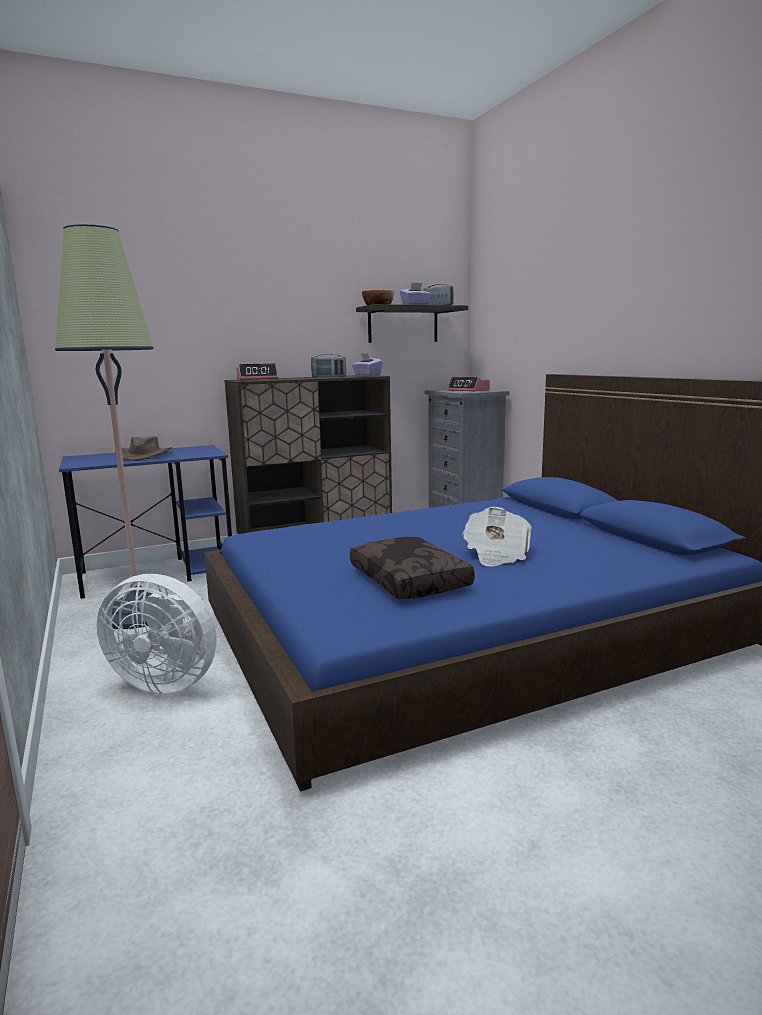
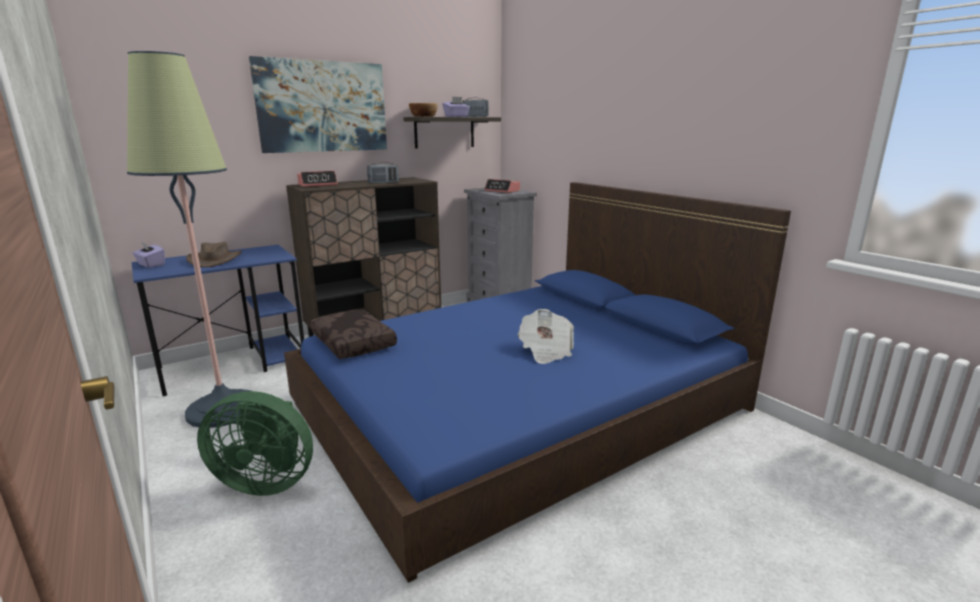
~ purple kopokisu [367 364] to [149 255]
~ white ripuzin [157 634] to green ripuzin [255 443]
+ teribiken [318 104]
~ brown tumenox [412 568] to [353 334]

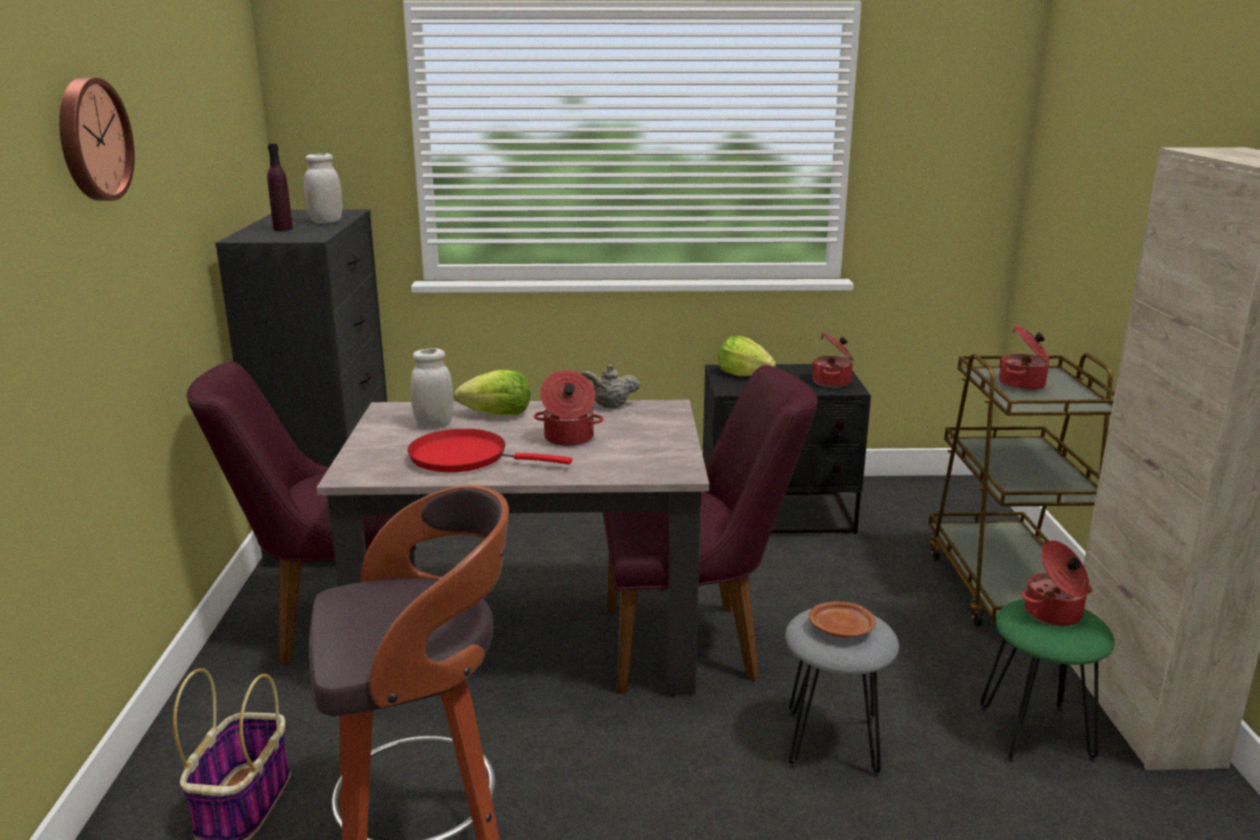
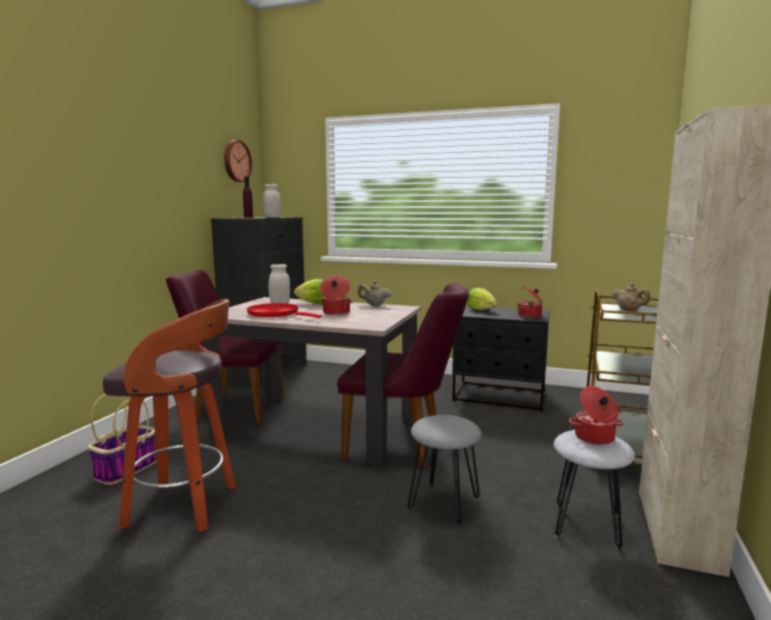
~ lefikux [97 139] to [238 161]
~ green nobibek [1047 681] to grey nobibek [594 490]
~ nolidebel [1024 357] to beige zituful [631 297]
- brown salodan [842 619]

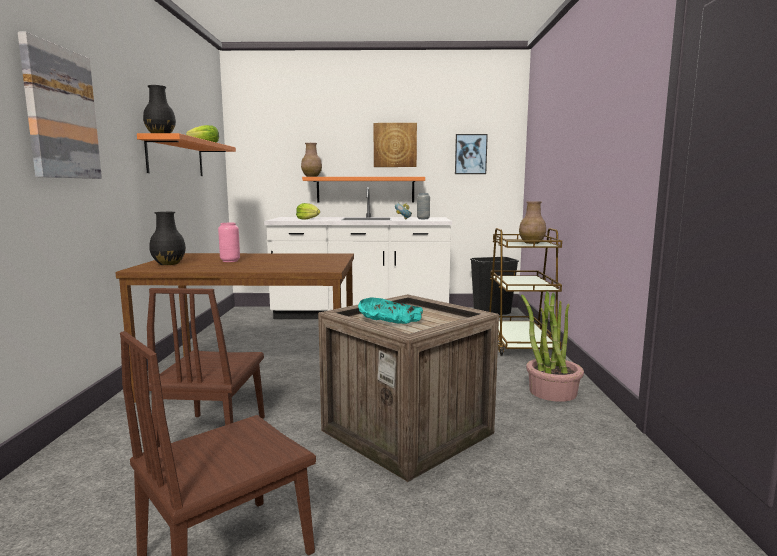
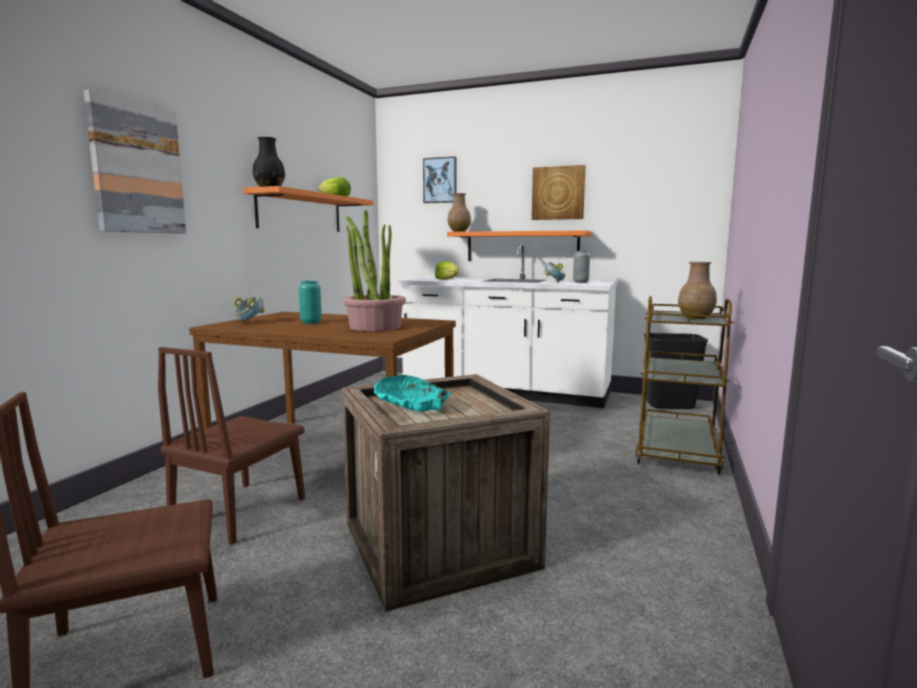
~ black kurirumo [167 238] to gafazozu [249 309]
~ pink kurirumo [229 242] to turquoise kurirumo [310 302]
~ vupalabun [552 346] to [375 270]
~ teribiken [471 154] to [439 179]

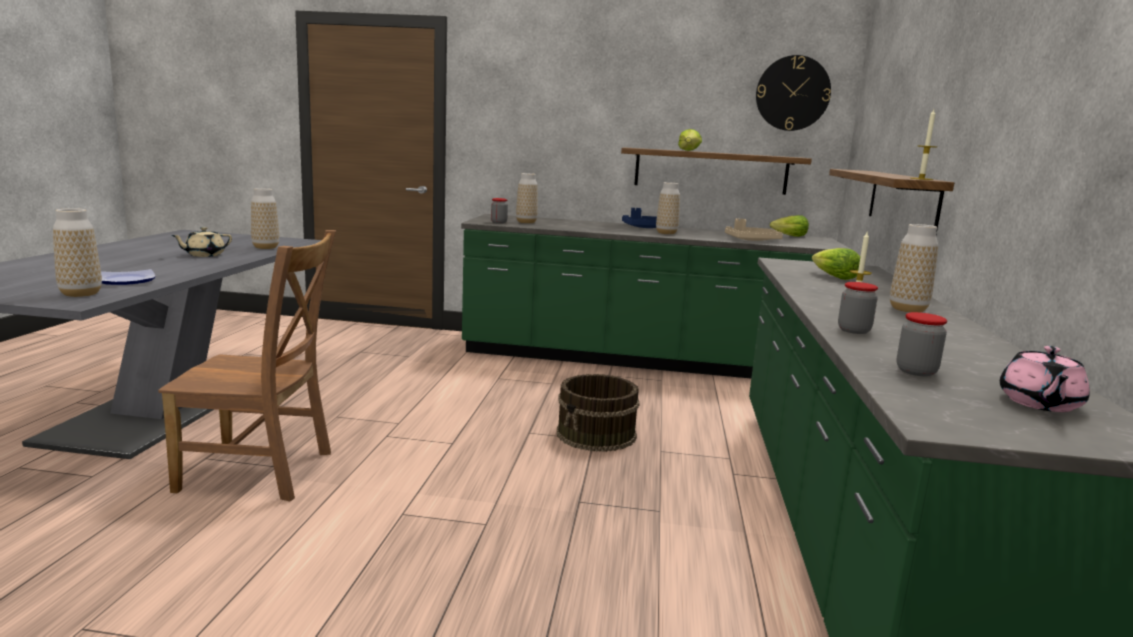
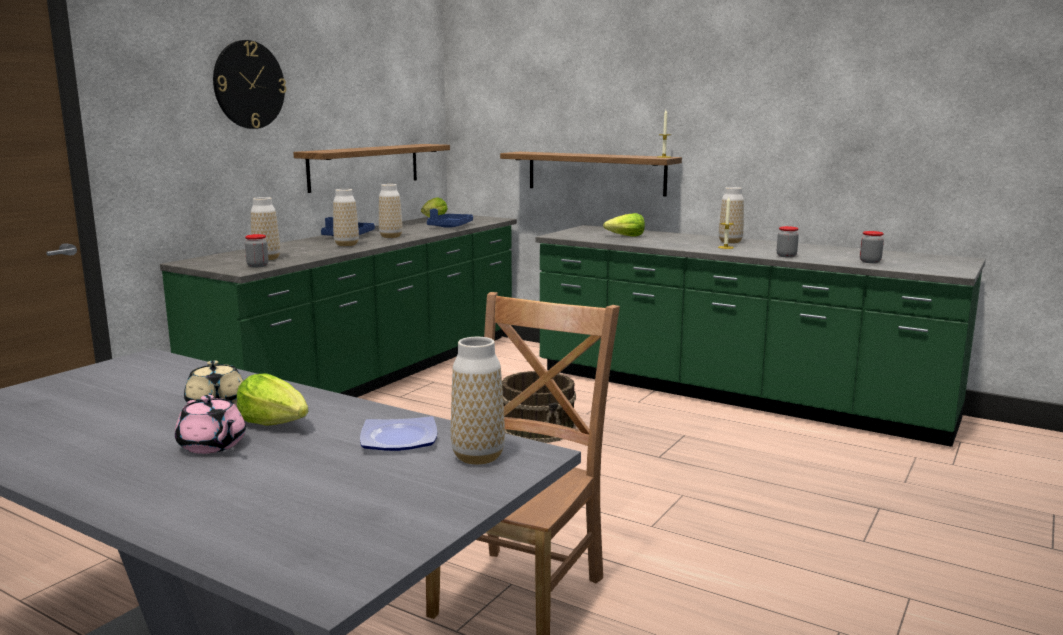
~ pink zituful [1045 379] to [210 424]
~ lefikux [793 93] to [249 84]
~ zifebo [690 140] to [273 399]
~ kurirumo [265 218] to [346 217]
~ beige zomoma [754 229] to blue zomoma [450 218]

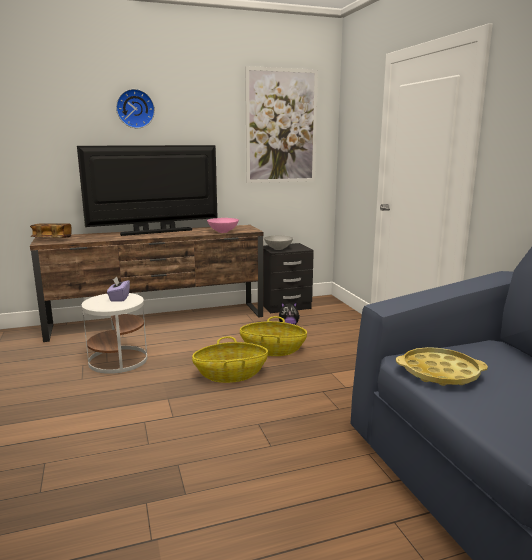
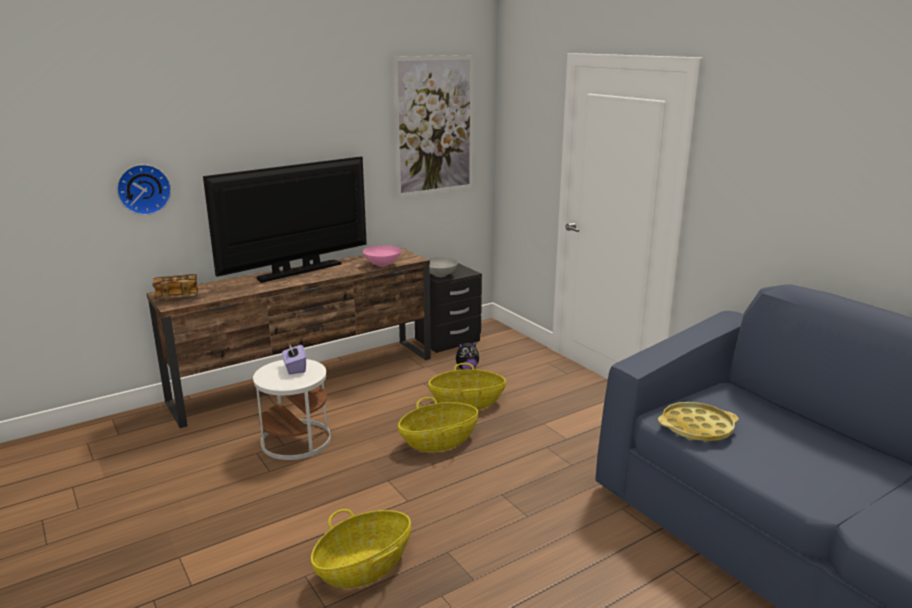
~ lefikux [135 108] to [144 189]
+ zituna [361 548]

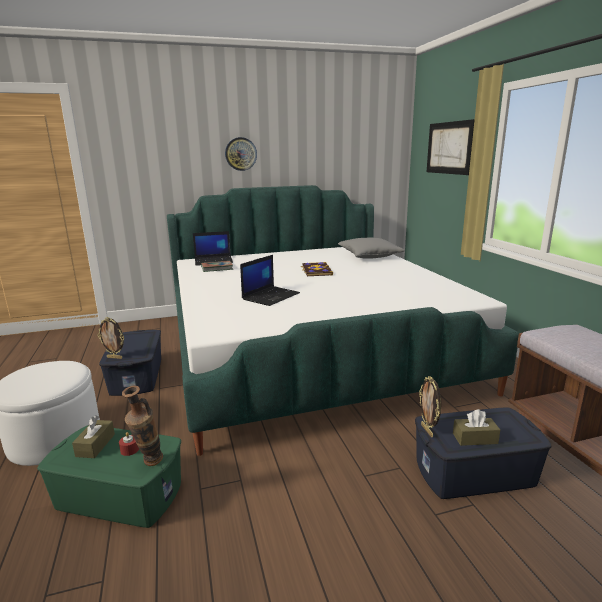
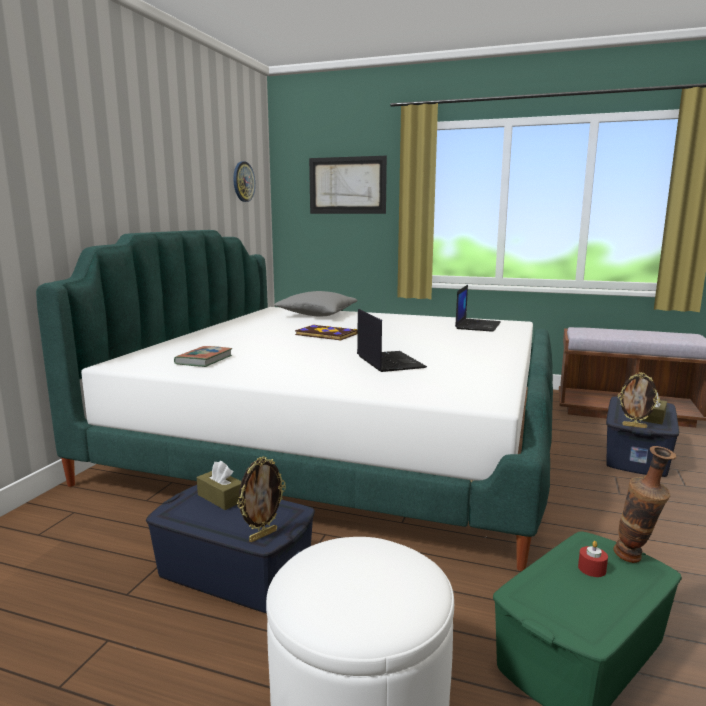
~ brown kopokisu [93 436] to [219 485]
~ lefikux [241 154] to [244 181]
~ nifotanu [213 248] to [478 308]

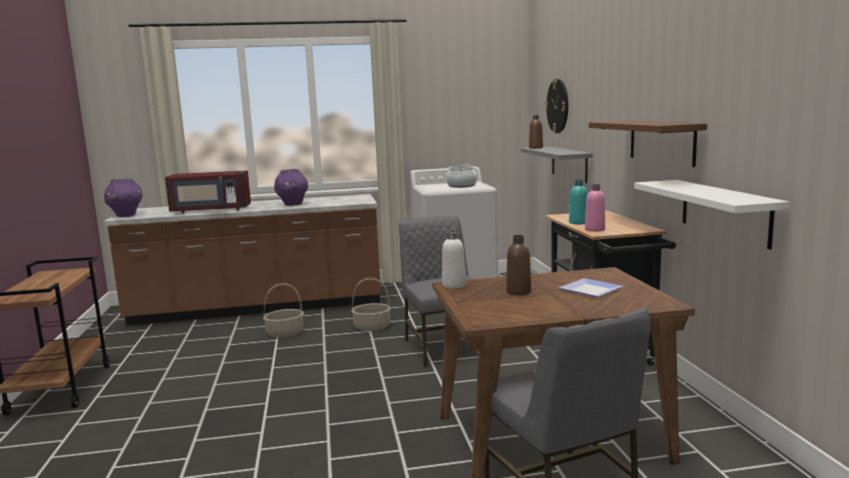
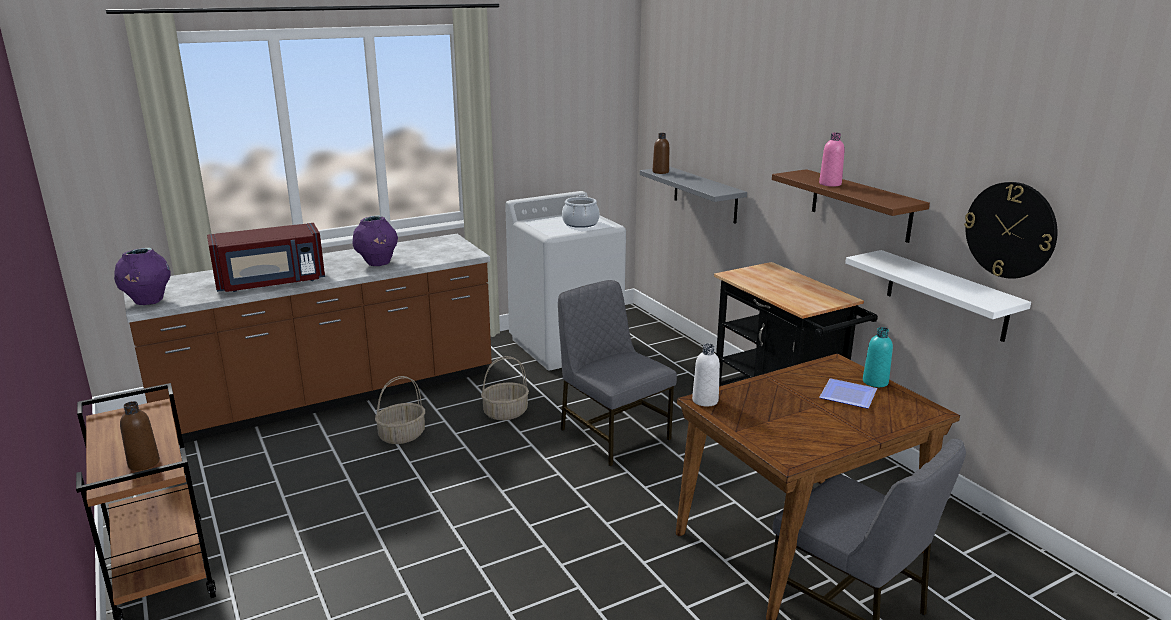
~ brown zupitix [518 265] to [140 436]
~ pink zupitix [595 208] to [832 160]
~ turquoise zupitix [578 202] to [878 357]
~ lefikux [556 106] to [1010 230]

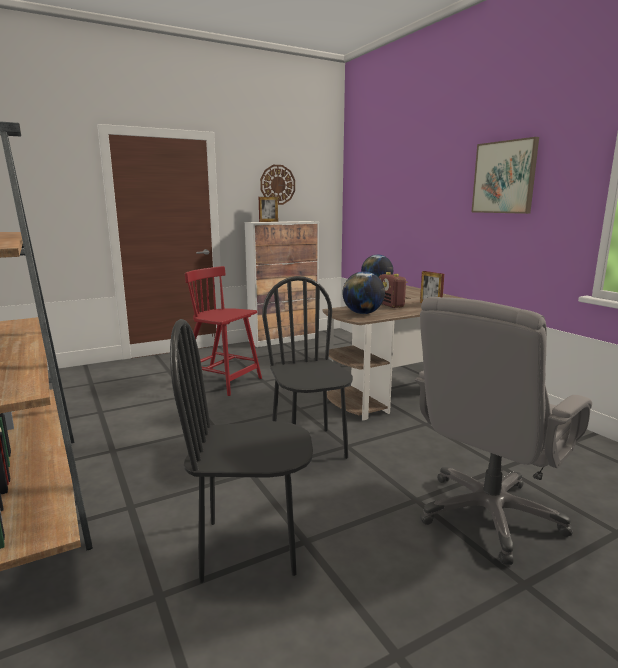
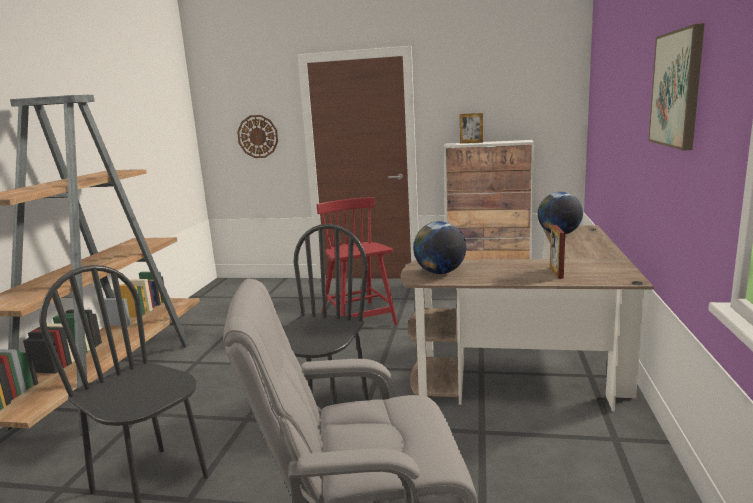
~ lefikux [277 185] to [257 136]
- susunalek [393 290]

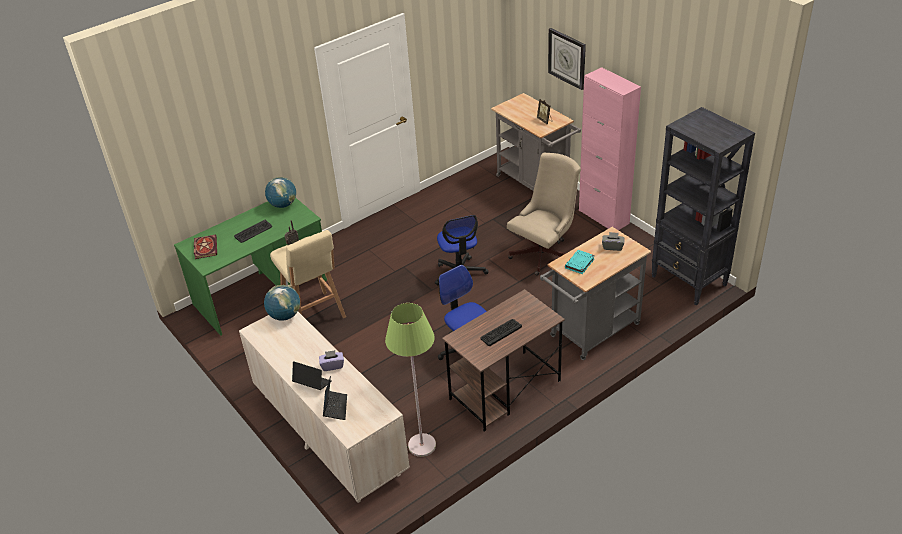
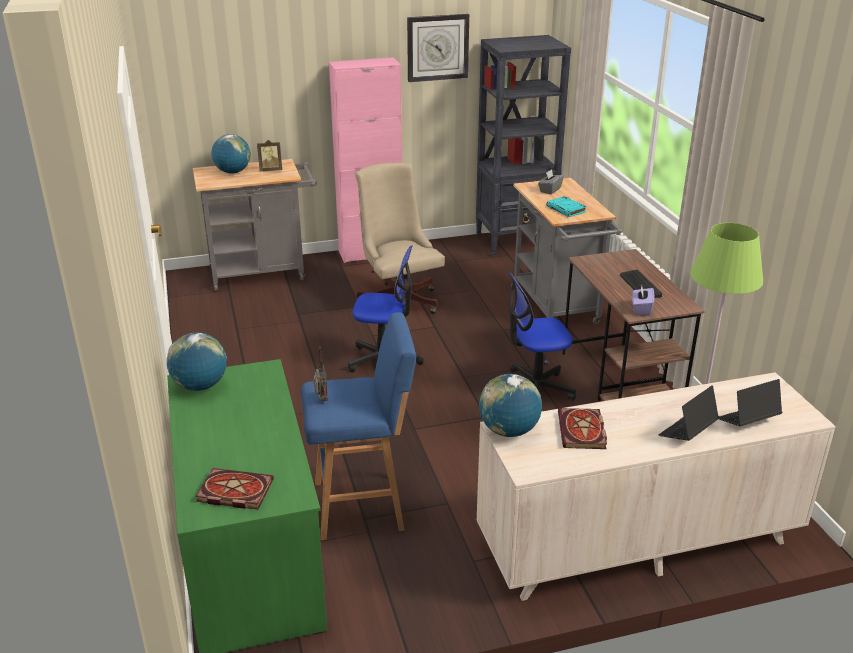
+ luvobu [231 153]
~ beige nobibek [308 274] to blue nobibek [358 426]
~ lefikux [567 59] to [438 48]
+ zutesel [582 428]
~ purple kopokisu [331 360] to [643 300]
~ nifotanu [335 398] = [750 402] 45 degrees counterclockwise
- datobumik [253 231]

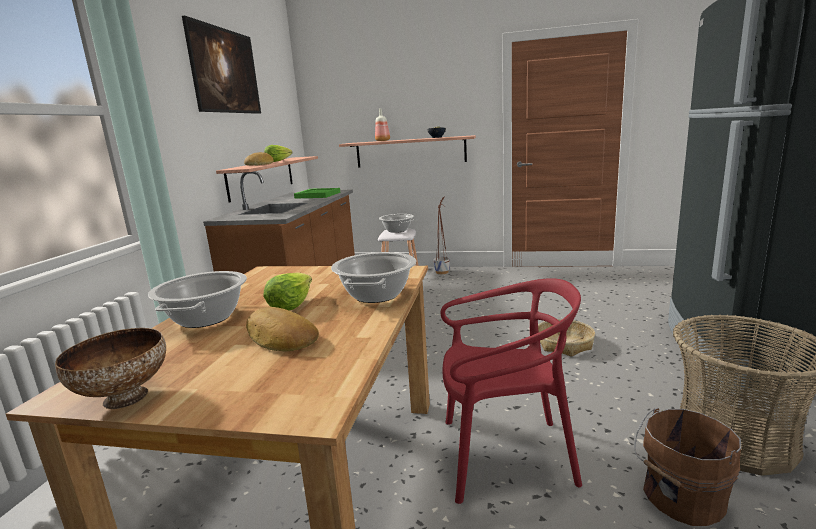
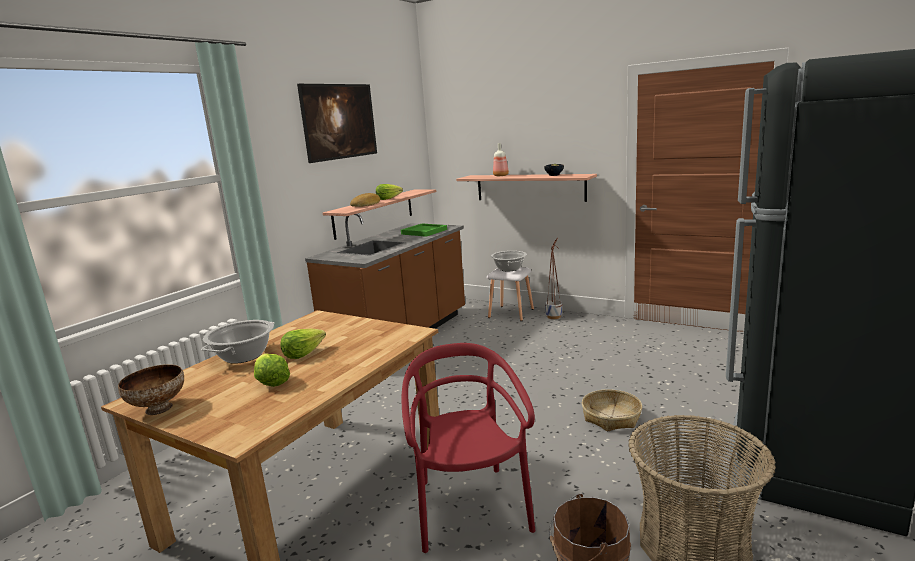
~ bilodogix [282 329] to zifebo [272 370]
~ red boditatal [511 391] = [469 448] 120 degrees counterclockwise
- nolidebel [373 277]

